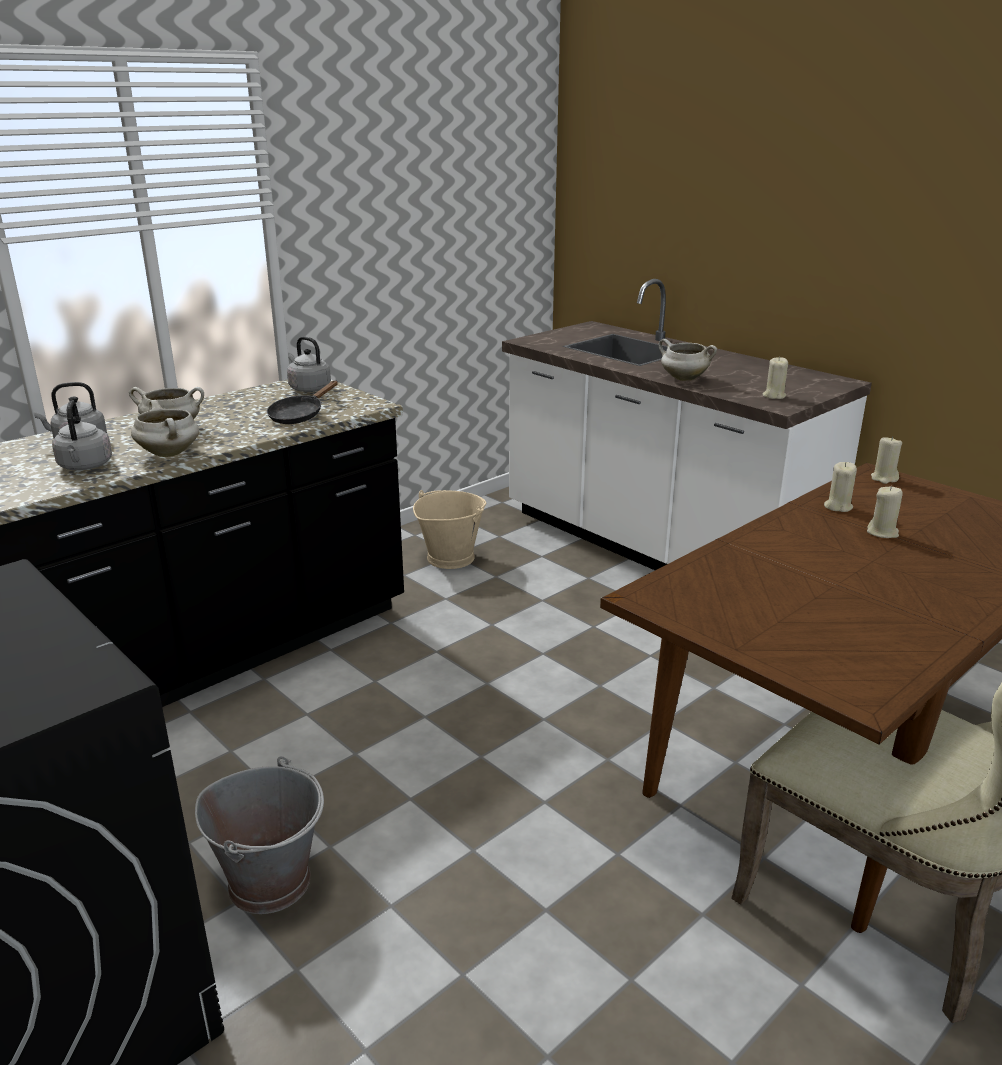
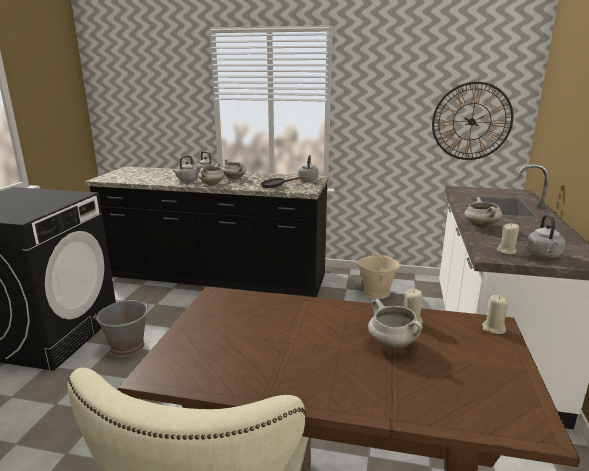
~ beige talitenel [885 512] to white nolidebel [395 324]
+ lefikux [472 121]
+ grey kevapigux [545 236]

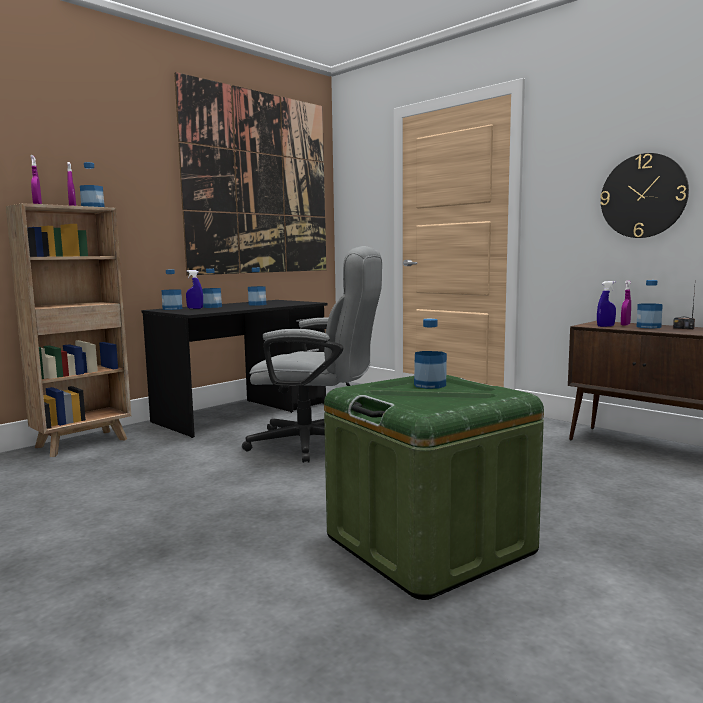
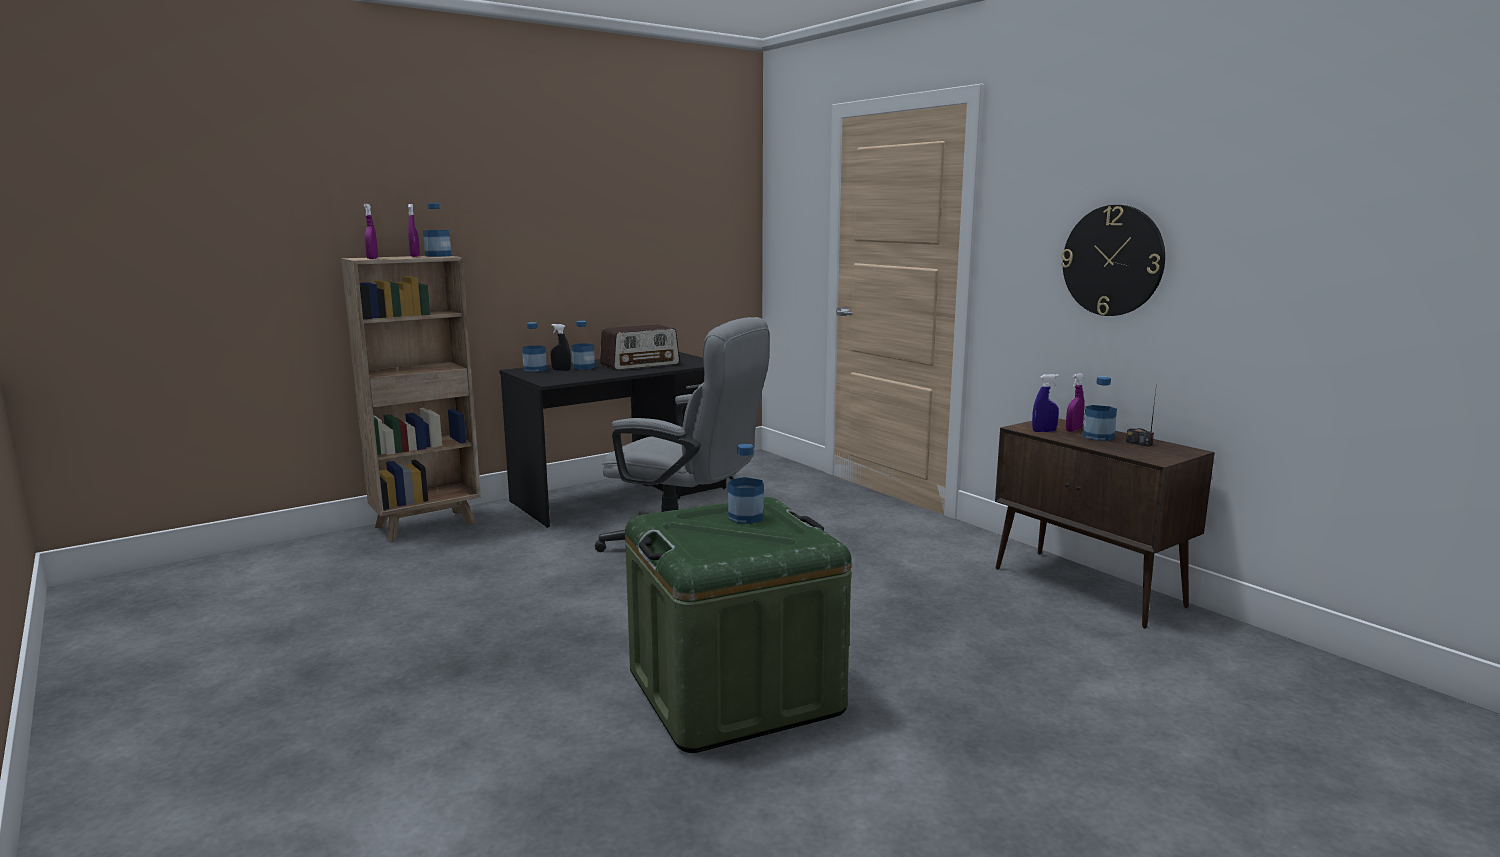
~ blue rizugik [194 289] to black rizugik [560 347]
~ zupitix [257 287] to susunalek [640 347]
- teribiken [250 173]

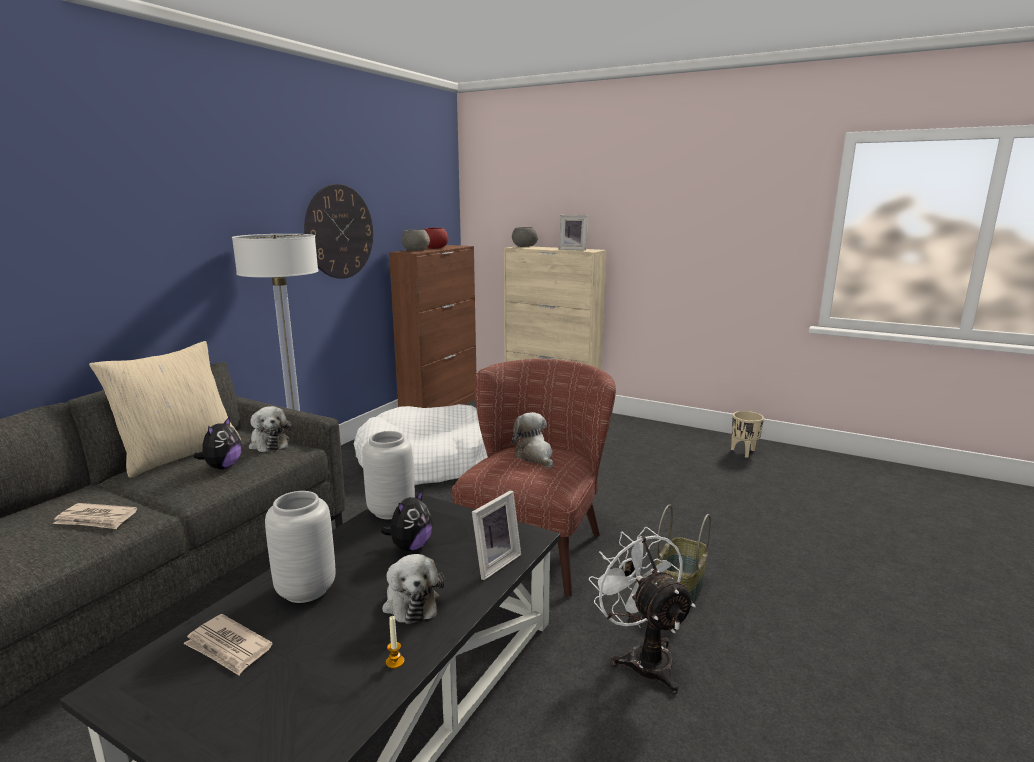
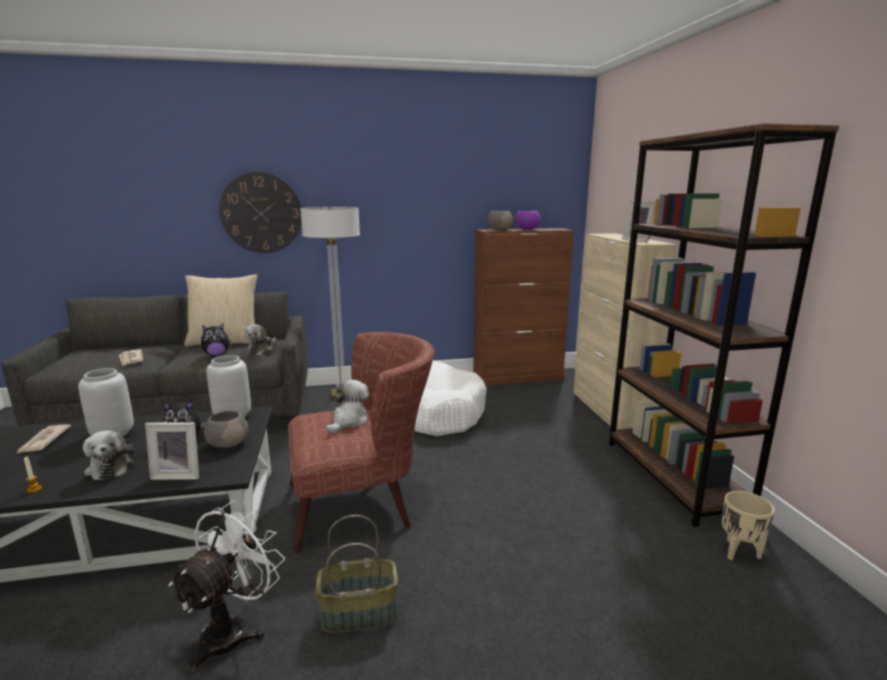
~ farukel [413 589] = [108 455] 60 degrees counterclockwise
~ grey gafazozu [525 237] to [226 429]
~ lefikux [338 231] to [260 212]
~ red gafazozu [436 238] to purple gafazozu [528 220]
+ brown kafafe [724 325]

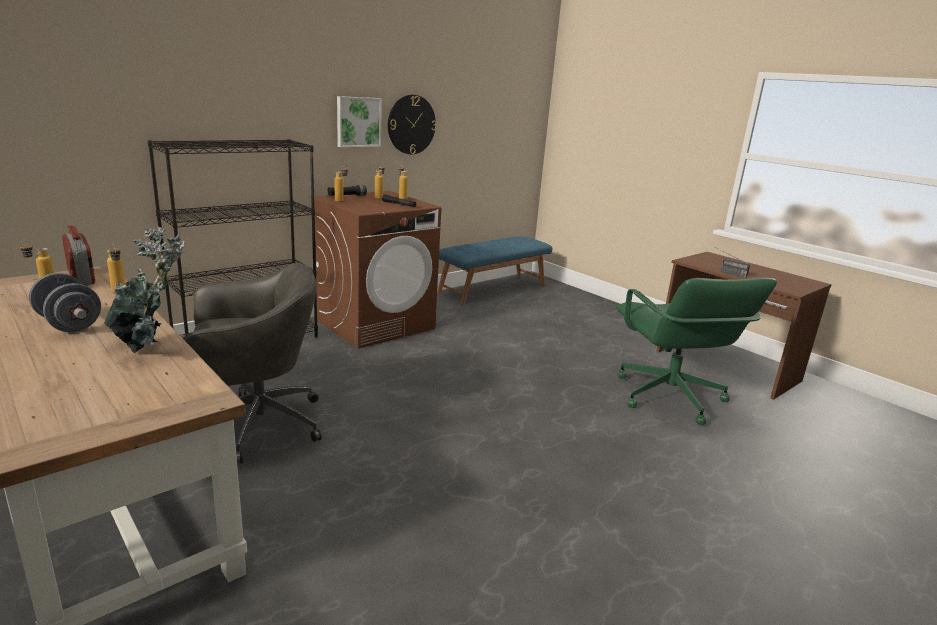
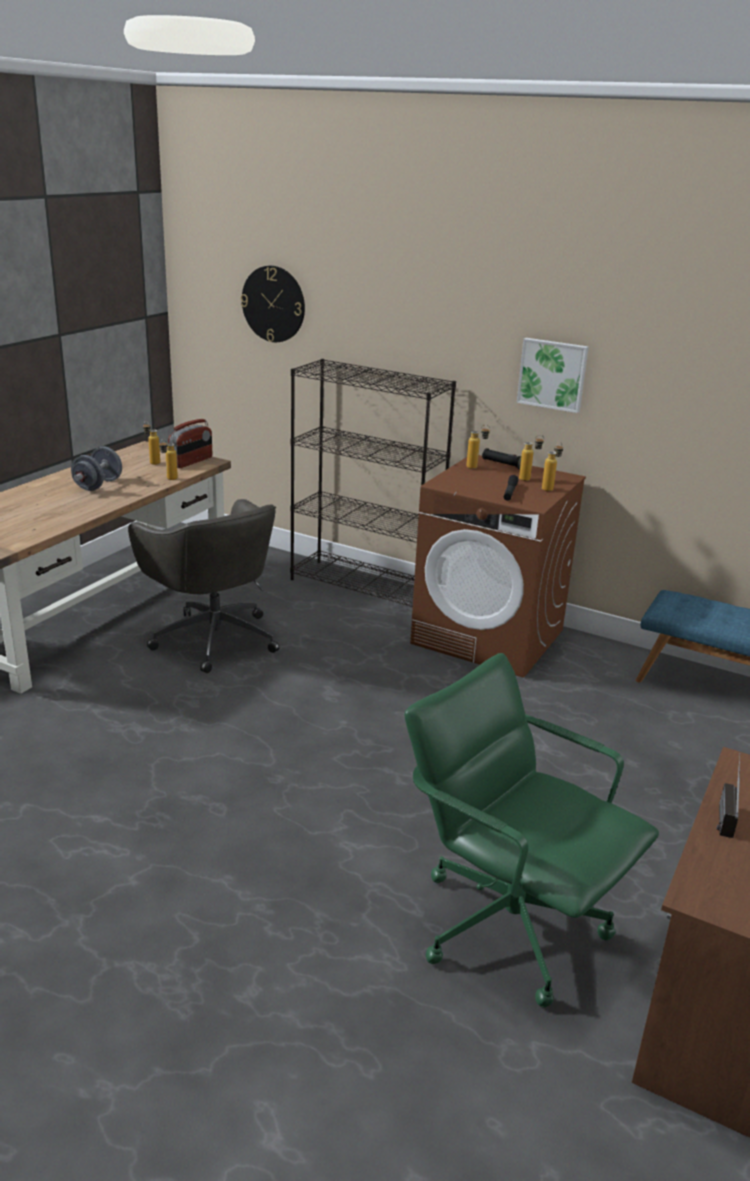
~ lefikux [412 124] to [273 304]
~ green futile [696 351] = [531 830] 75 degrees clockwise
- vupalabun [145 290]

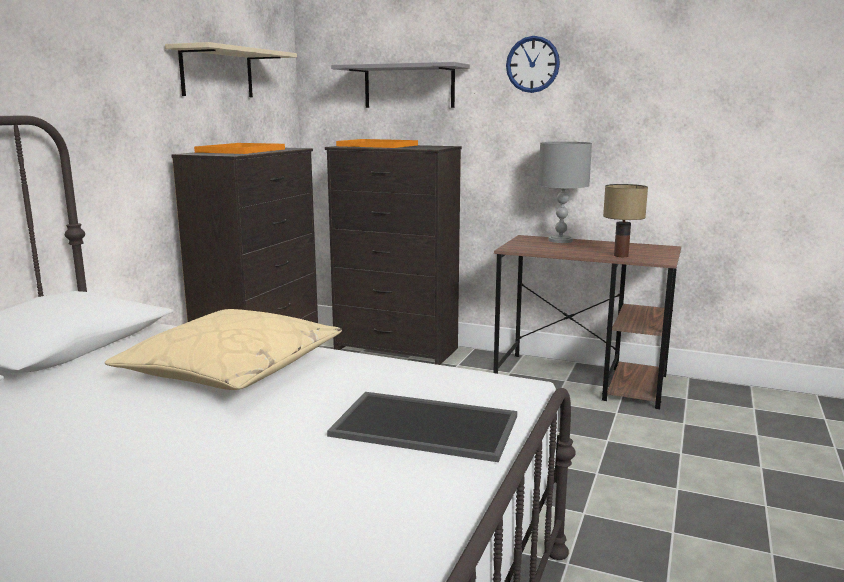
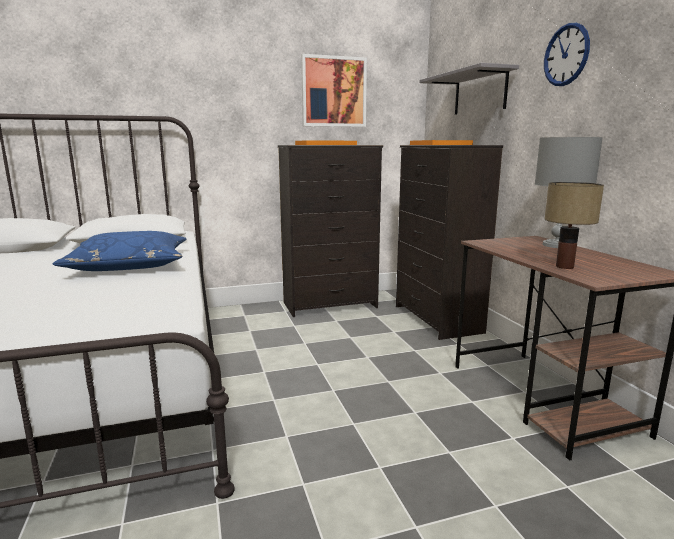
~ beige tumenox [223 349] to blue tumenox [119 251]
~ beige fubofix [231 69] to teribiken [334 90]
- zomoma [422 427]

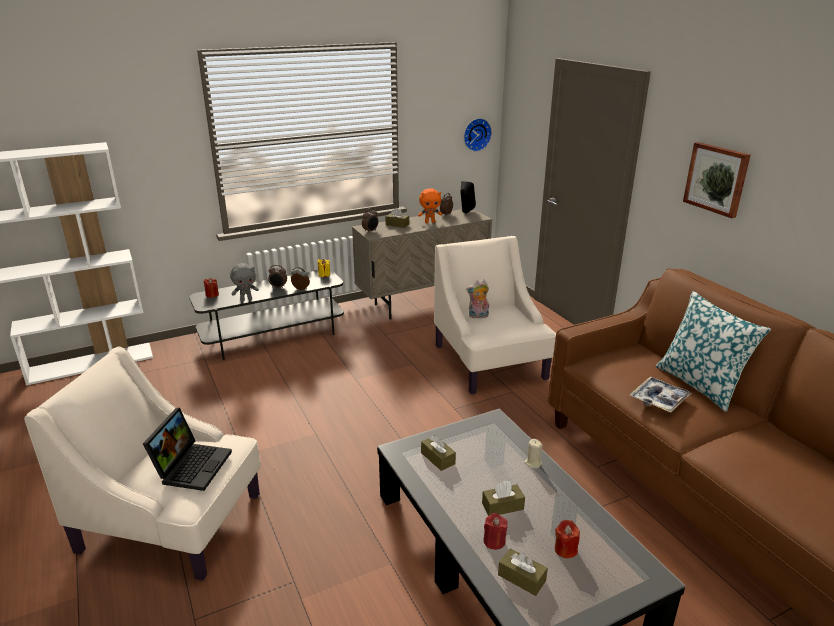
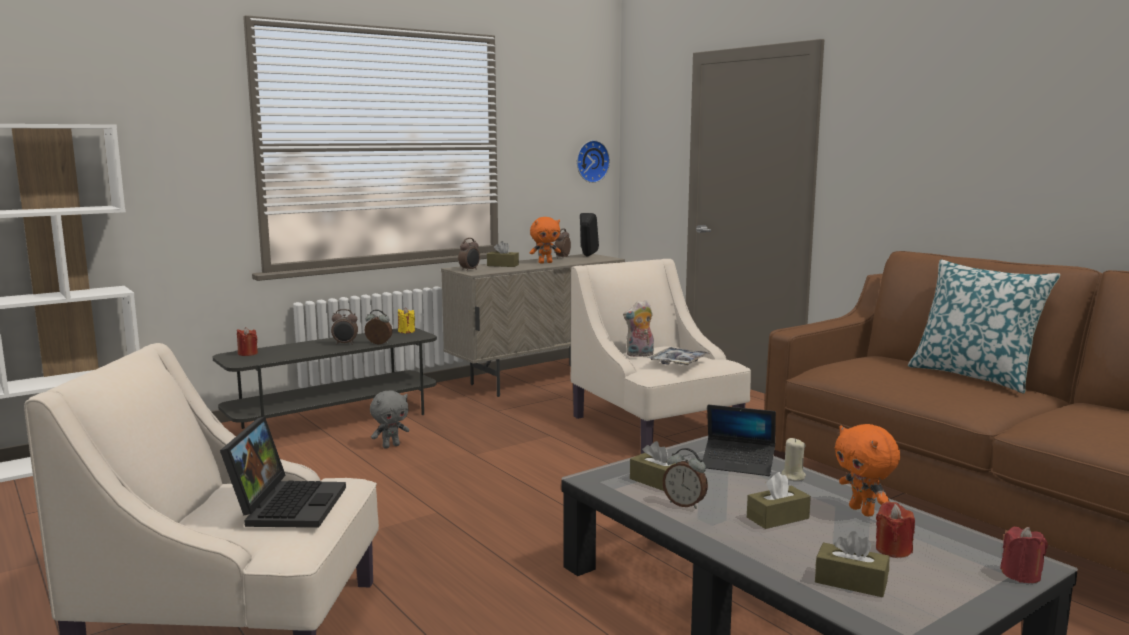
~ grey farukel [244 282] to [390 419]
~ zomoma [660 394] to [679 356]
+ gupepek [685 478]
+ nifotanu [739 440]
+ orange farukel [867 470]
~ red talitenel [495 531] to [1024 555]
- teribiken [717 180]

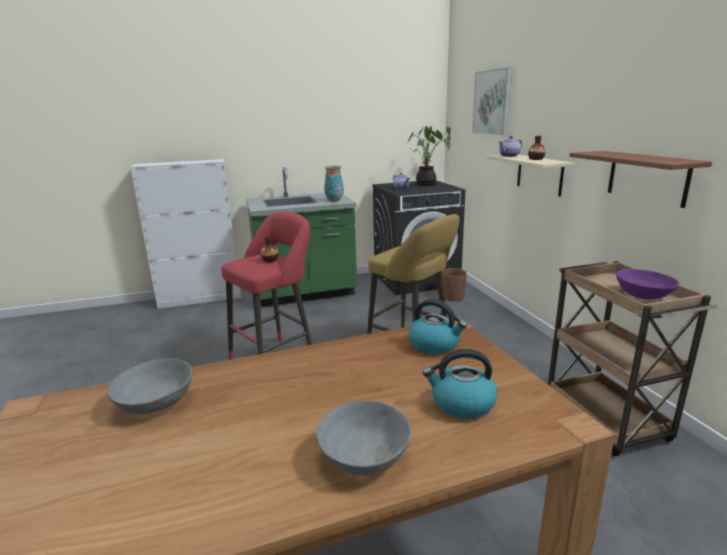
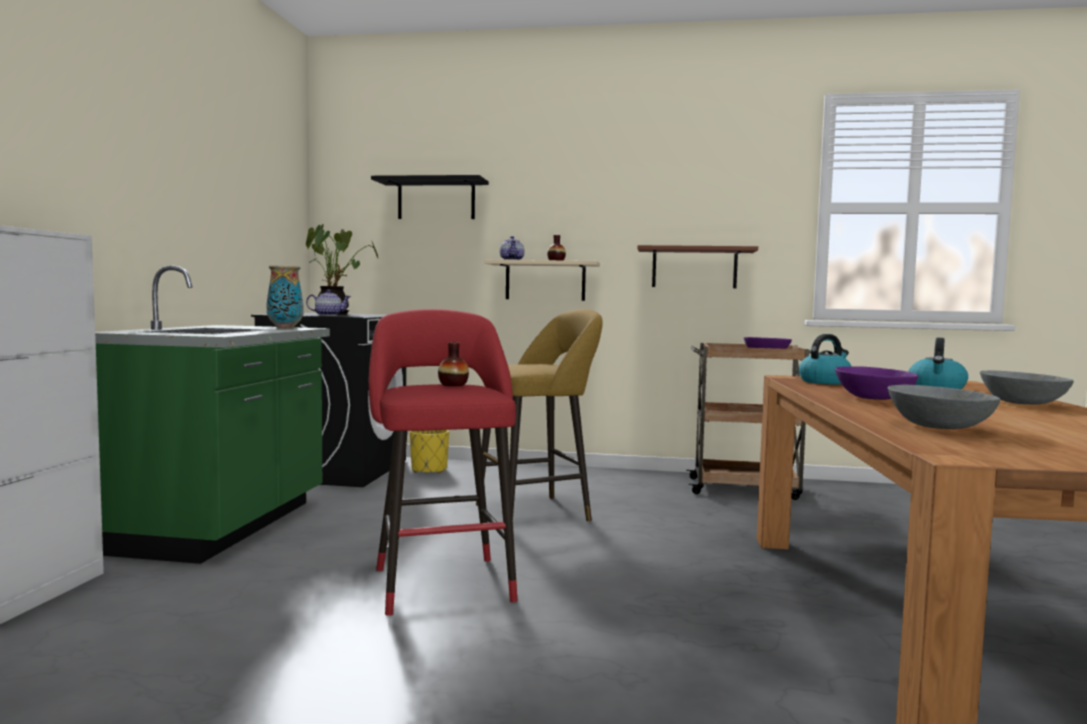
~ teribiken [492 101] to black fubofix [430 197]
~ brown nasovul [454 285] to yellow nasovul [429 451]
+ purple gafazozu [876 383]

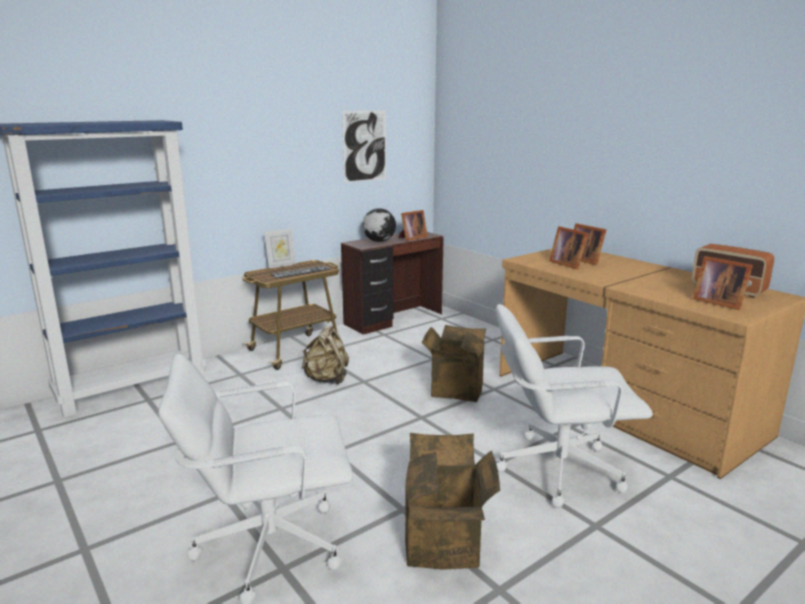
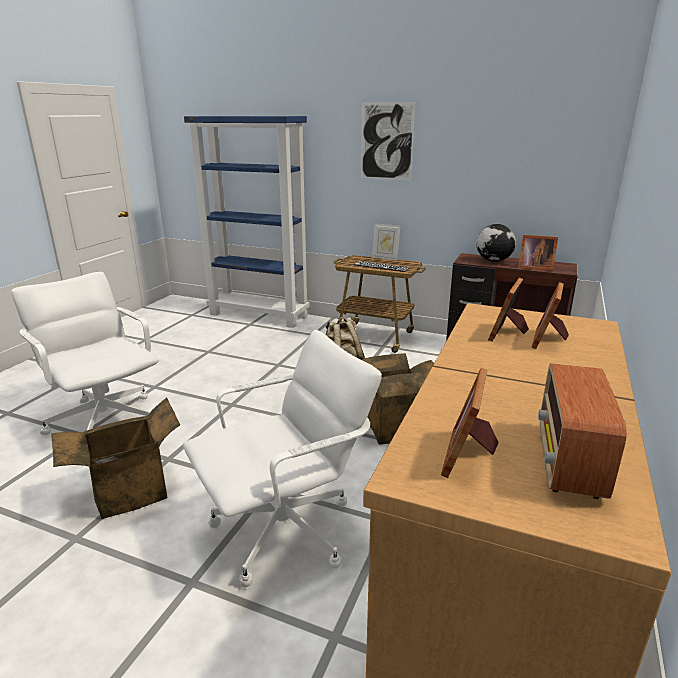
~ white futile [574 406] = [282 458] 90 degrees clockwise
~ teribiken [364 146] to [388 141]

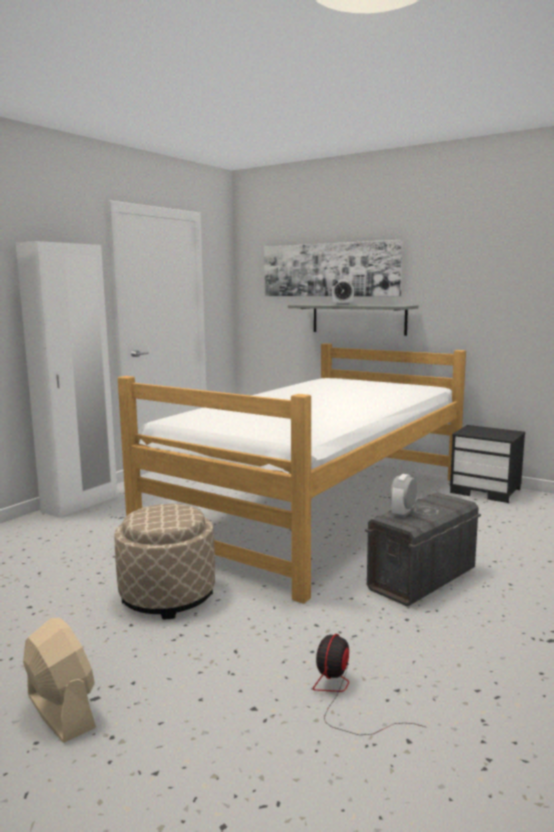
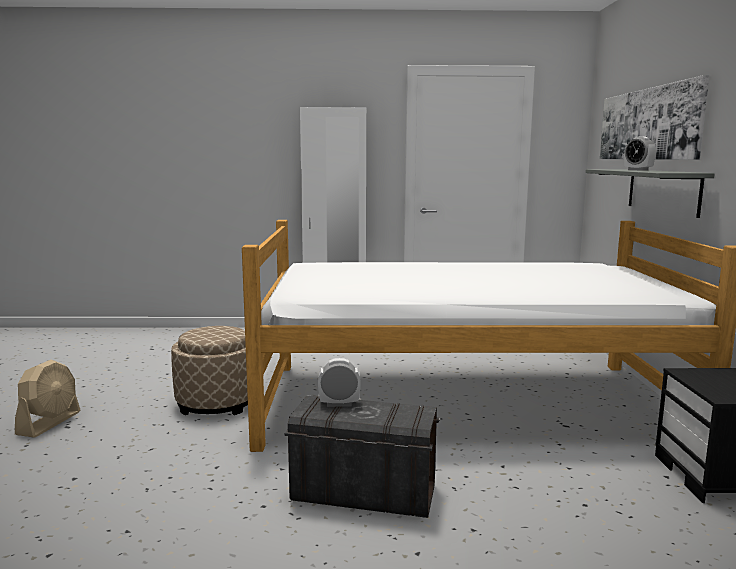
- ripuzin [370 684]

